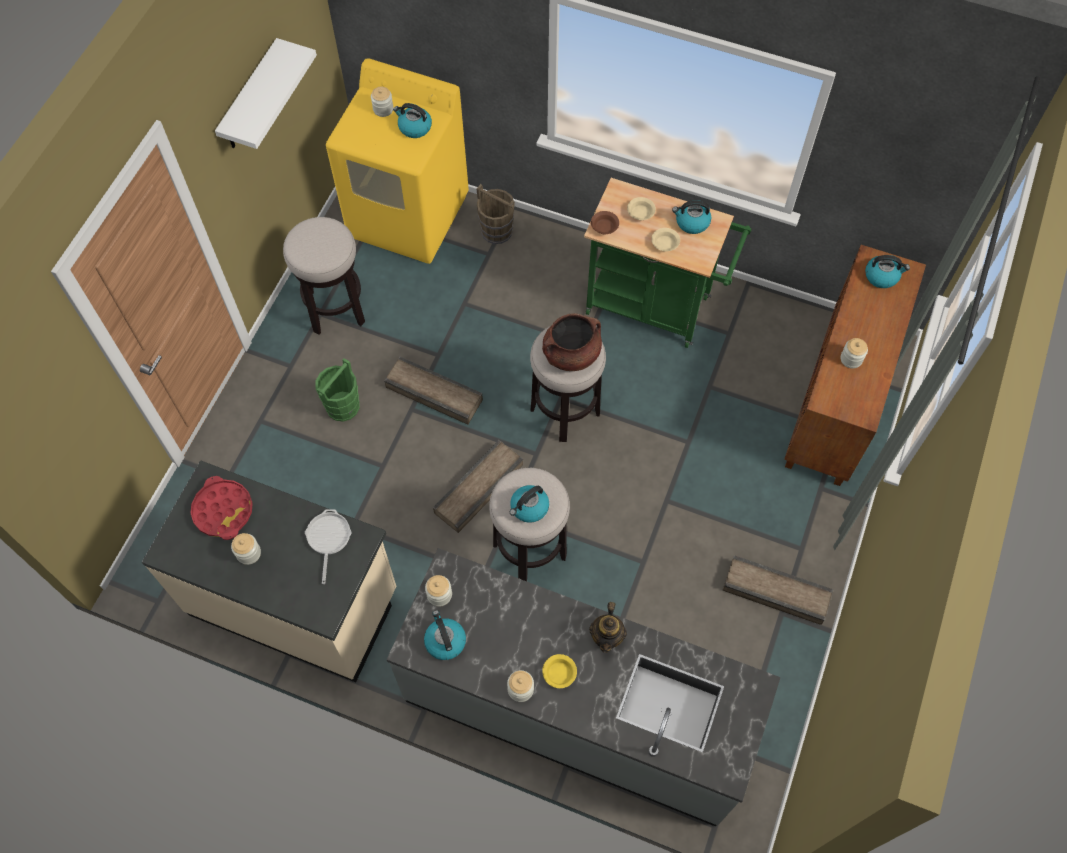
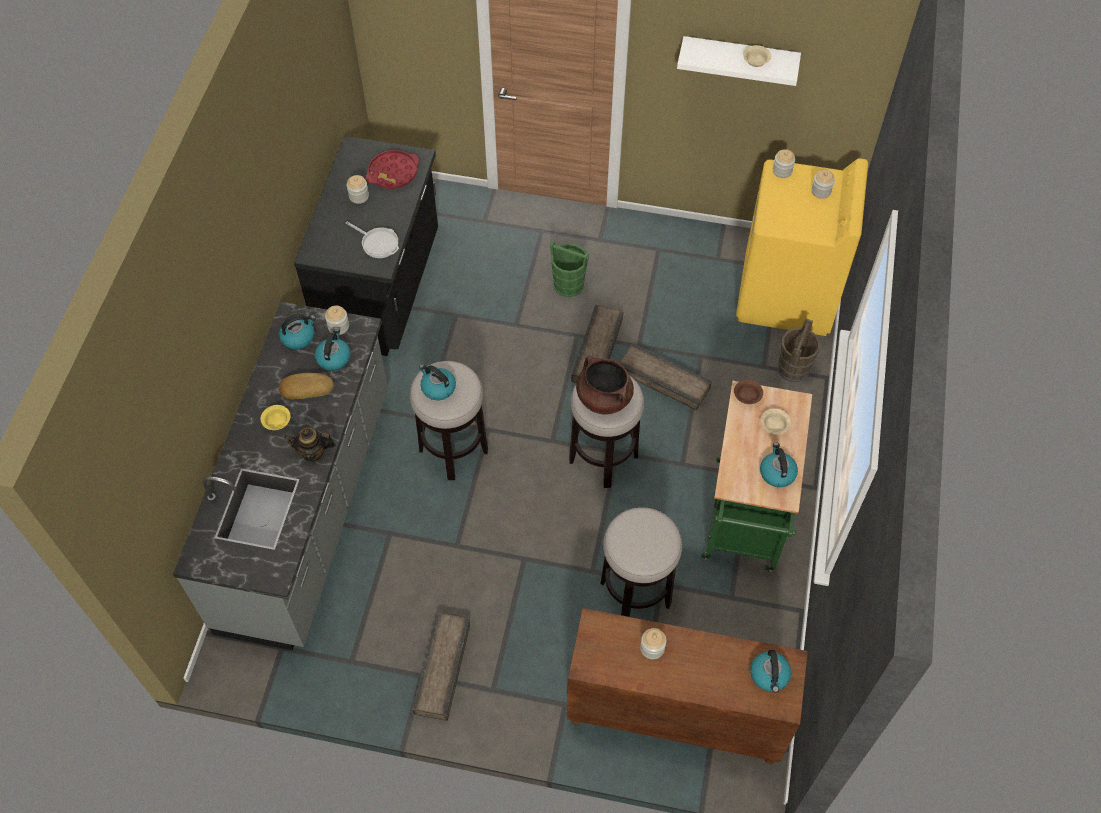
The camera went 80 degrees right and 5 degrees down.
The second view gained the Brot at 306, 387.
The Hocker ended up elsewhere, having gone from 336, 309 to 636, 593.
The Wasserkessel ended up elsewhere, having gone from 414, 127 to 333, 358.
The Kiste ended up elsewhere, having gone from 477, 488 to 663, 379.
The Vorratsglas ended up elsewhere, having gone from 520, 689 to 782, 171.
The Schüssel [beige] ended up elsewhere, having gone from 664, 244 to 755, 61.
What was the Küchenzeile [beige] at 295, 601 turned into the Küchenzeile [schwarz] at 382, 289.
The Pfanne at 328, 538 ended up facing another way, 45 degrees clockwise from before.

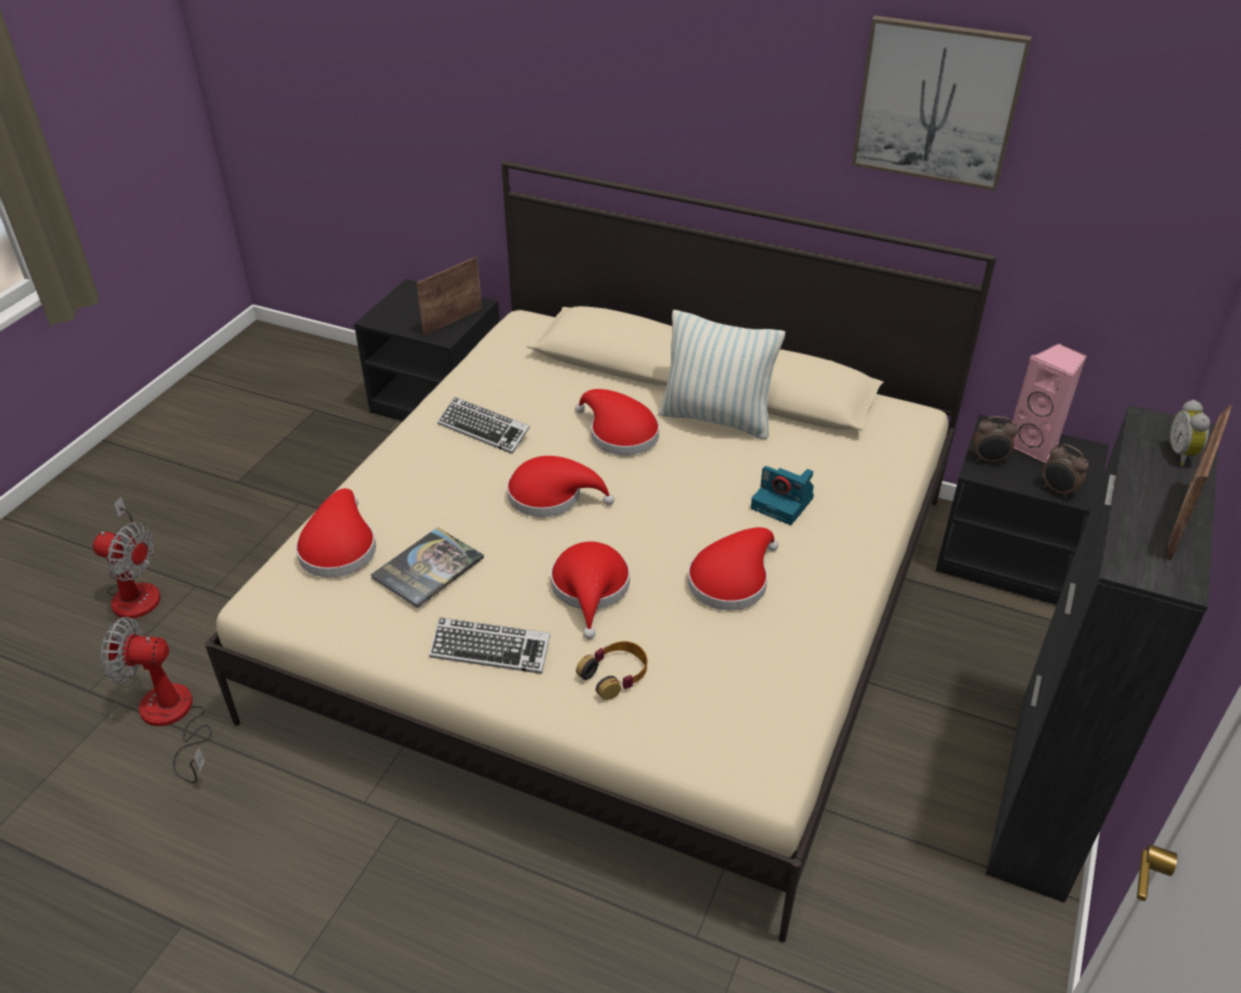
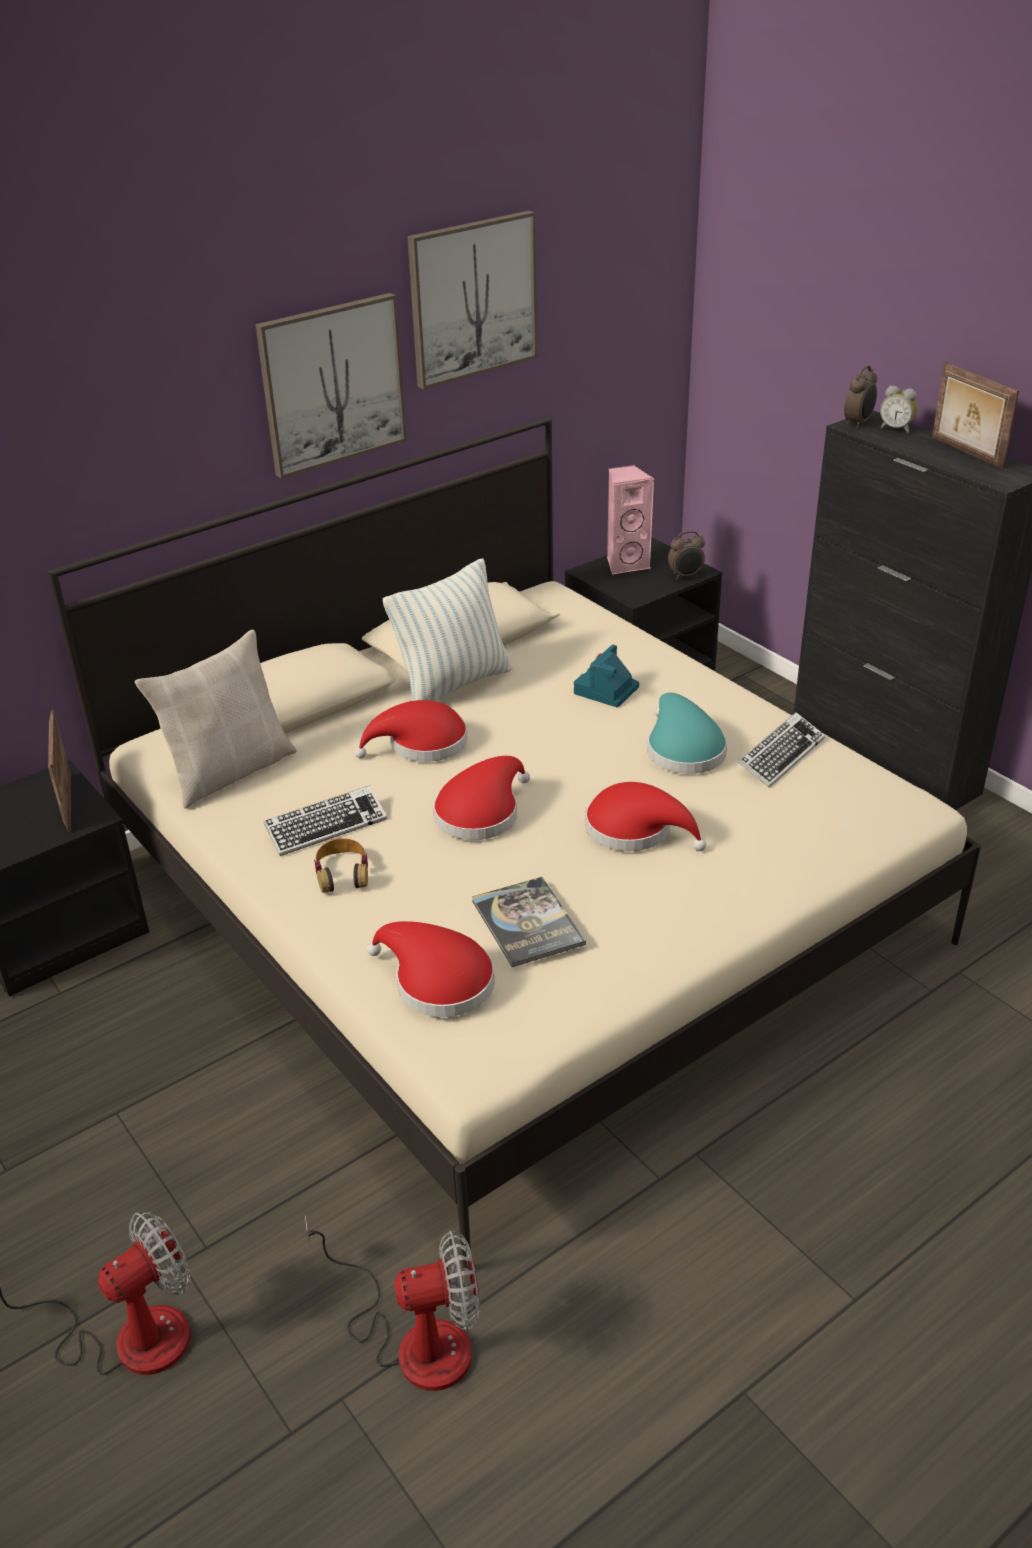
The camera went 60 degrees left and 5 degrees down.
The second view gained the Kissen [beige] at 229, 771.
The second view gained the Bild at 332, 384.
The Tastatur ended up elsewhere, having gone from 490, 650 to 780, 755.
The Kopfhörer ended up elsewhere, having gone from 615, 674 to 342, 873.
The Wecker ended up elsewhere, having gone from 989, 460 to 858, 423.
What was the Hut [rot] at 731, 580 turned into the Hut [türkis] at 682, 749.
The Ventilator at 172, 719 ended up facing another way, 135 degrees counterclockwise from before.
The Kamera at 783, 503 ended up facing another way, 150 degrees clockwise from before.

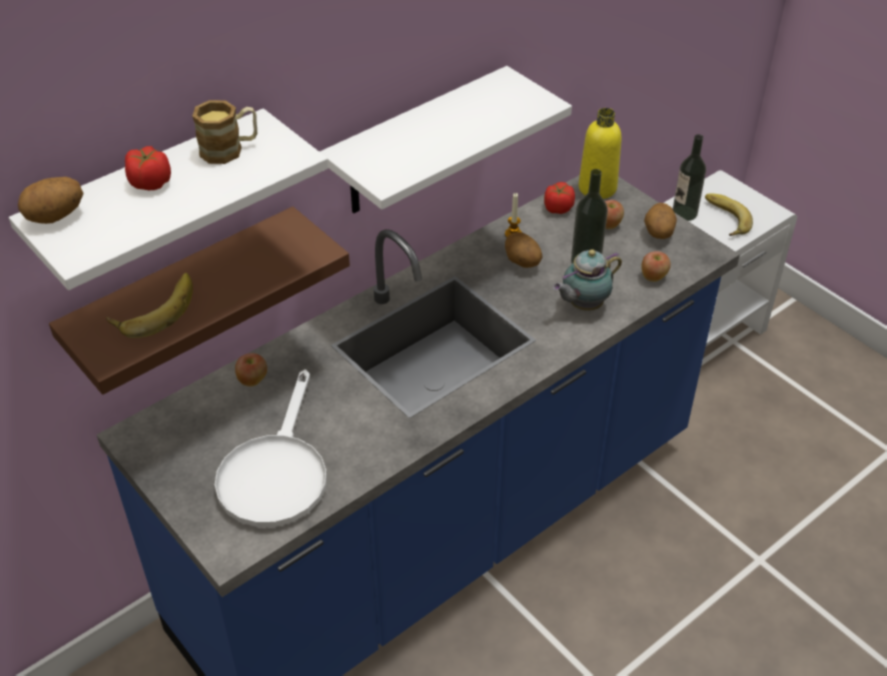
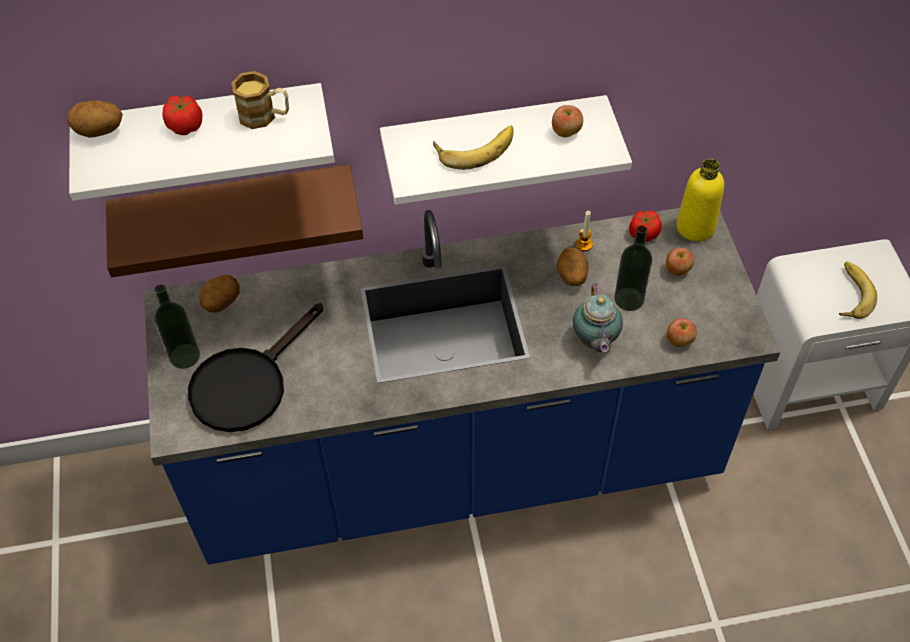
The camera went 30 degrees right and 10 degrees up.
The Banane ended up elsewhere, having gone from 154, 309 to 474, 147.
The Apfel ended up elsewhere, having gone from 253, 381 to 566, 132.
The Kartoffel ended up elsewhere, having gone from 658, 233 to 222, 302.
The Flasche ended up elsewhere, having gone from 684, 213 to 184, 356.
What was the Pfanne [weiß] at 275, 472 turned into the Pfanne [schwarz] at 247, 383.
The Teekanne at 583, 305 ended up facing another way, 90 degrees counterclockwise from before.

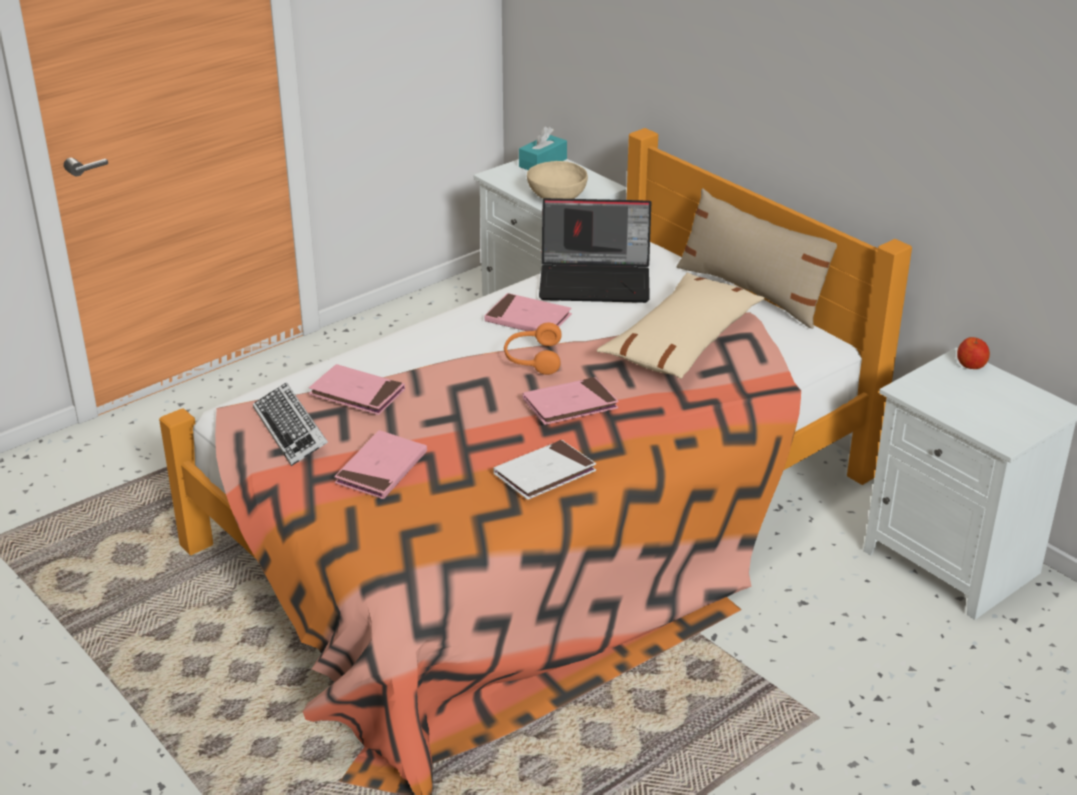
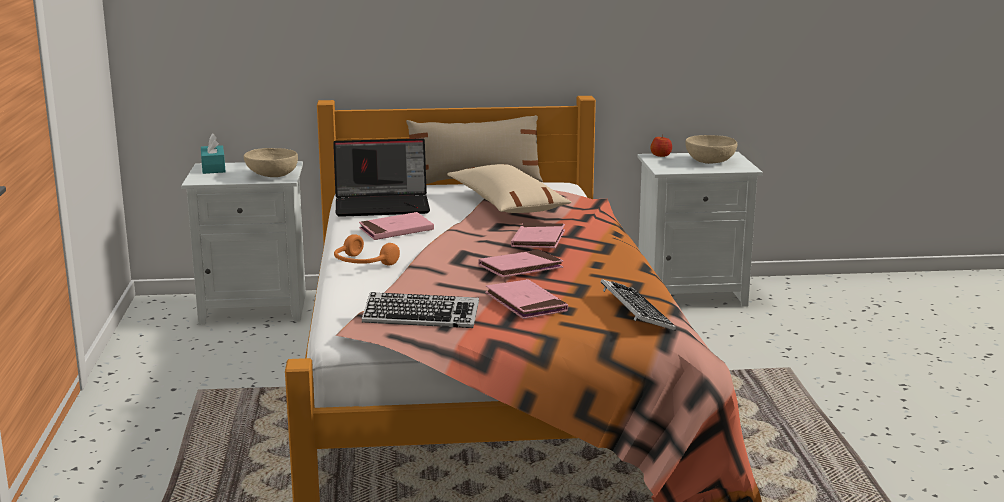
The camera went 55 degrees left and 15 degrees down.
The second view lost the Buch [weiß] at 545, 474.
The second view gained the Tastatur at 635, 312.
The second view gained the Schüssel [beige] at 710, 161.
The Buch [rosa] ended up elsewhere, having gone from 357, 393 to 520, 268.
The Kopfhörer [orange] ended up elsewhere, having gone from 532, 358 to 362, 264.
The Laptop at 596, 280 ended up facing another way, 45 degrees clockwise from before.

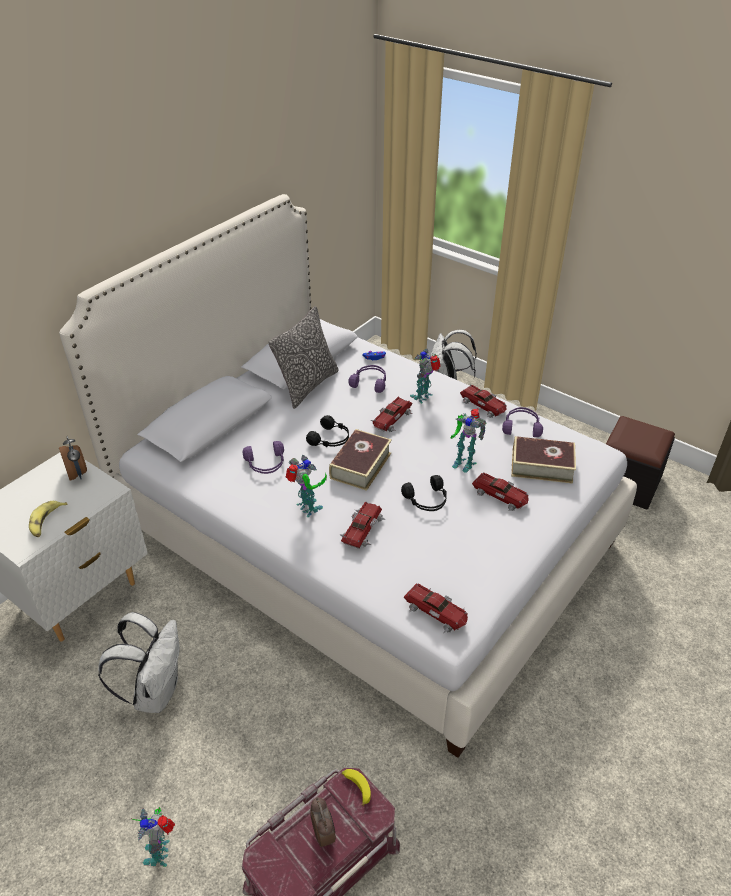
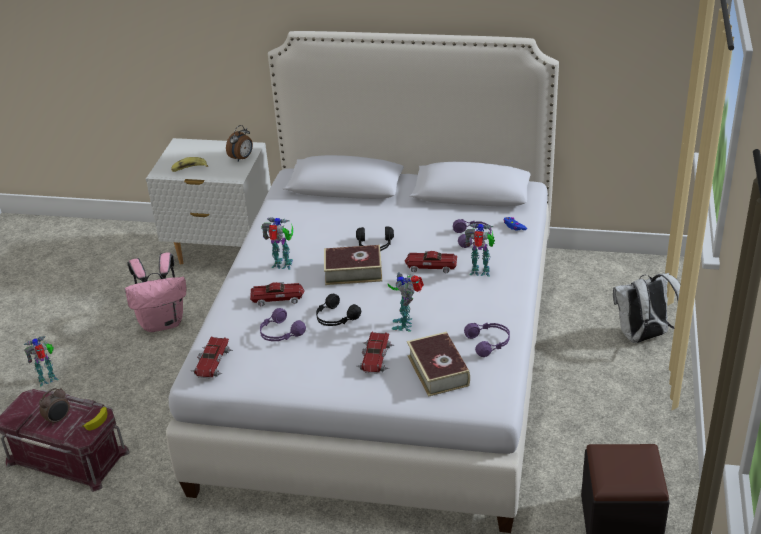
The camera went 65 degrees right and 5 degrees down.
The second view lost the Kissen at 307, 386.
The second view lost the Spielzeugauto at 483, 405.
The Kopfhörer [lila] ended up elsewhere, having gone from 266, 464 to 280, 333.
What was the Rucksack [weiß] at 155, 691 turned into the Rucksack [rosa] at 163, 322.
The Spielzeugroboter at 307, 509 ended up facing another way, 105 degrees counterclockwise from before.

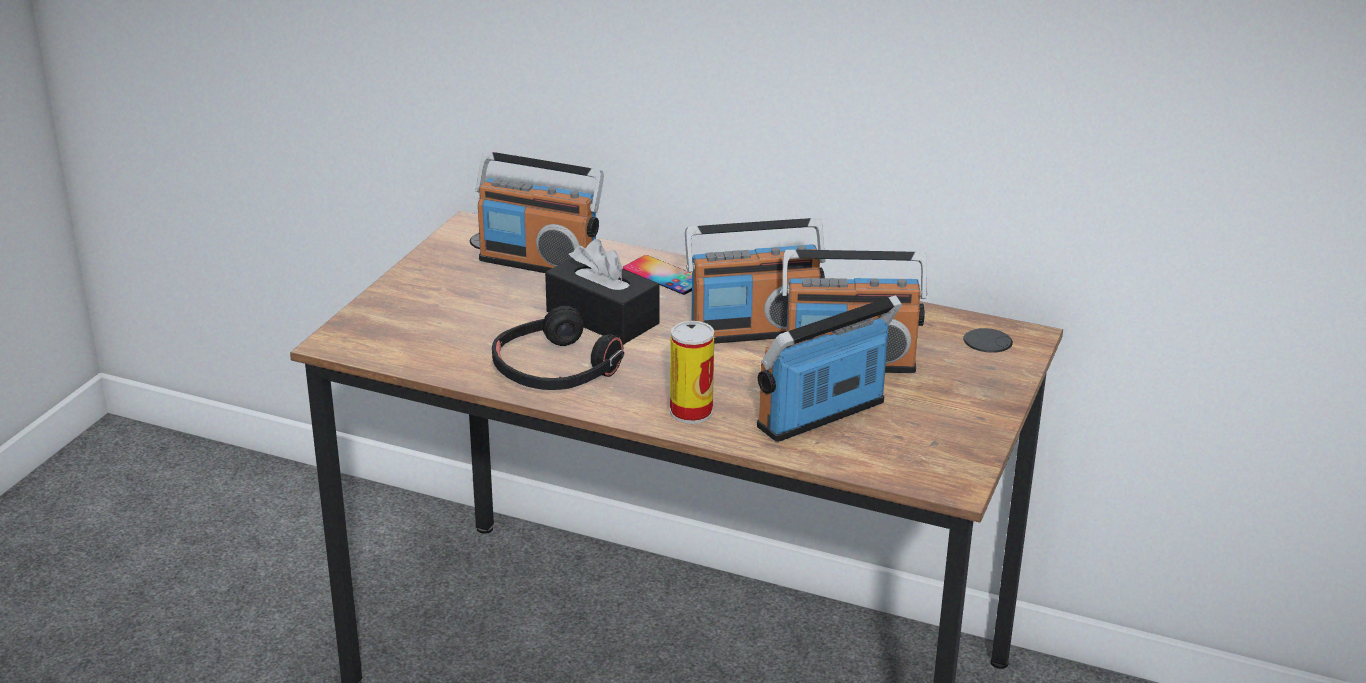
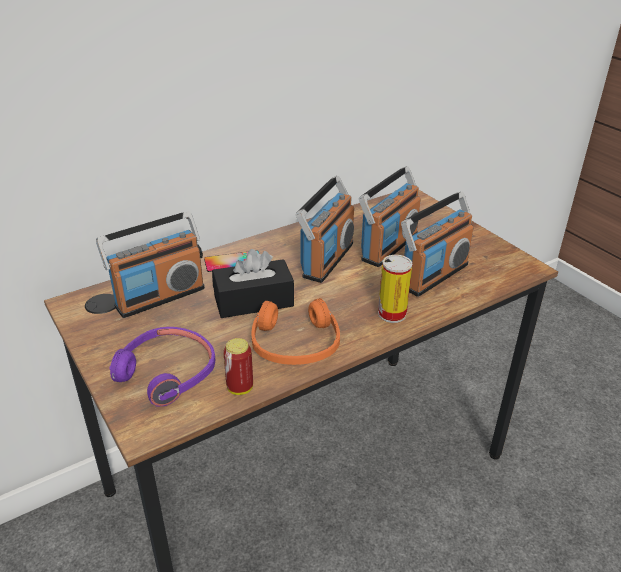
The camera went 55 degrees left and 5 degrees up.
The second view gained the Kopfhörer [lila] at 167, 372.
The second view gained the Dose at 240, 388.
What was the Kopfhörer [schwarz] at 555, 370 turned into the Kopfhörer [orange] at 295, 343.
The Radio at 822, 416 ended up facing another way, 135 degrees counterclockwise from before.

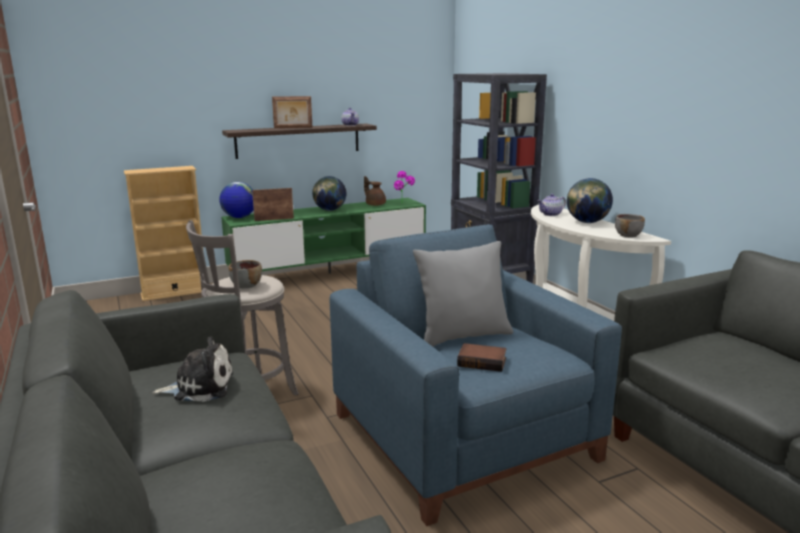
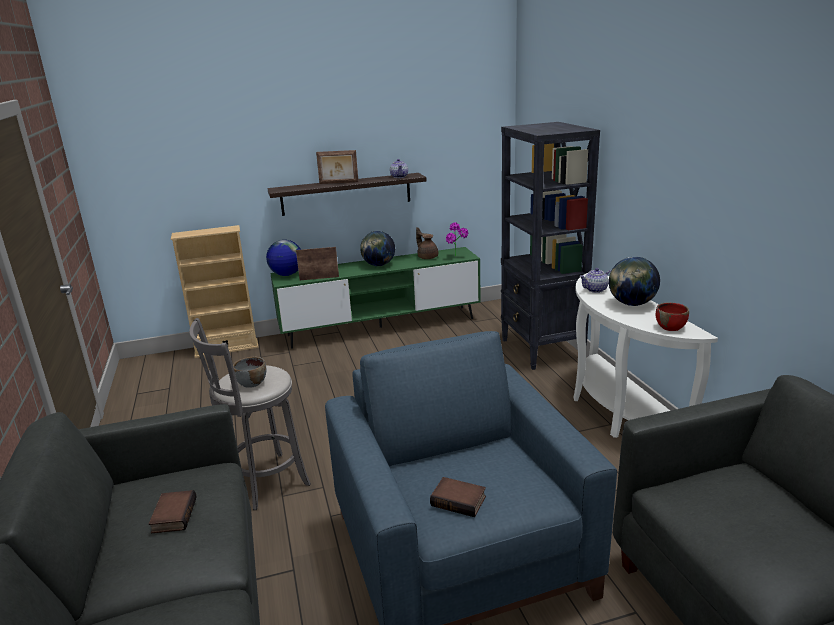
The camera went 10 degrees right and 5 degrees up.
The second view lost the Kissen [grau] at 462, 336.
Where the Plüschtier stood at 200, 387, the Buch came to stand at 173, 515.
What was the Schüssel [grau] at 628, 235 turned into the Schüssel [rot] at 670, 327.

